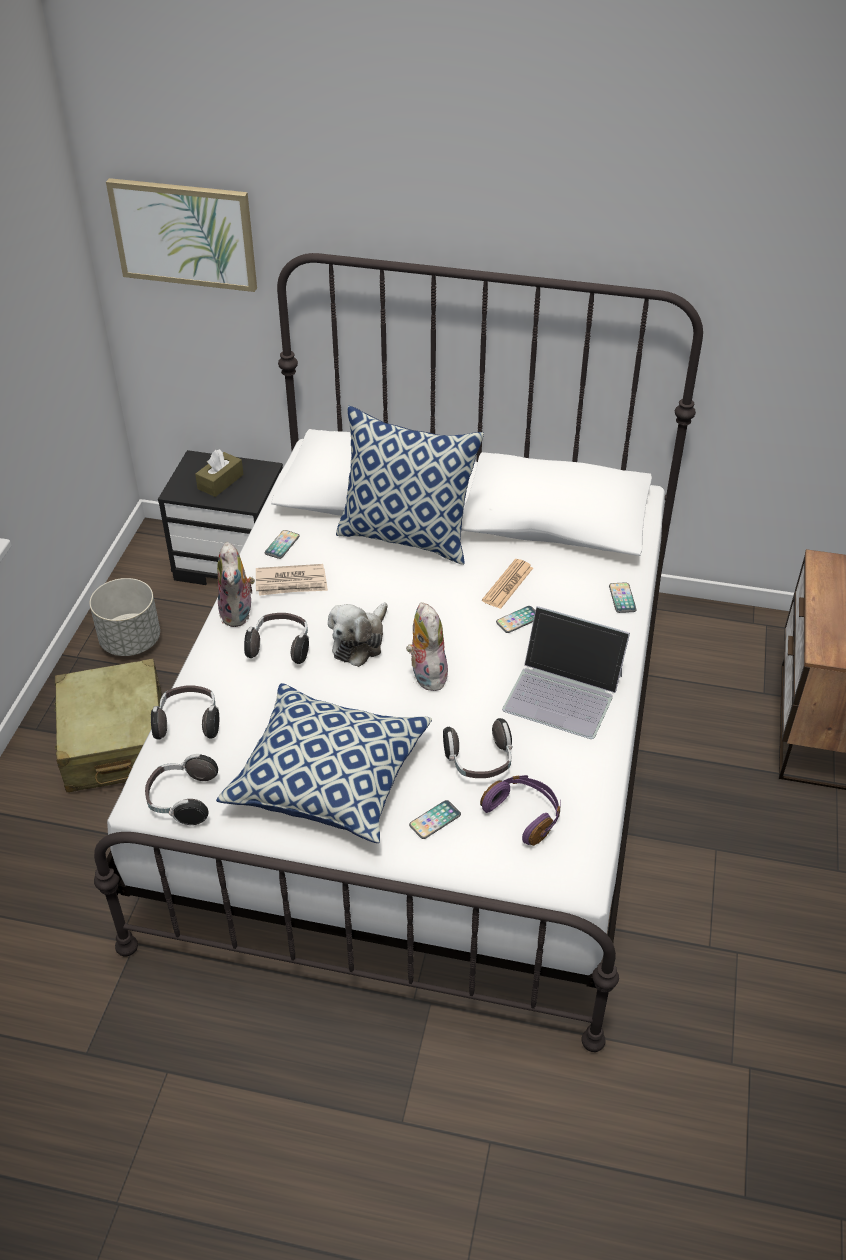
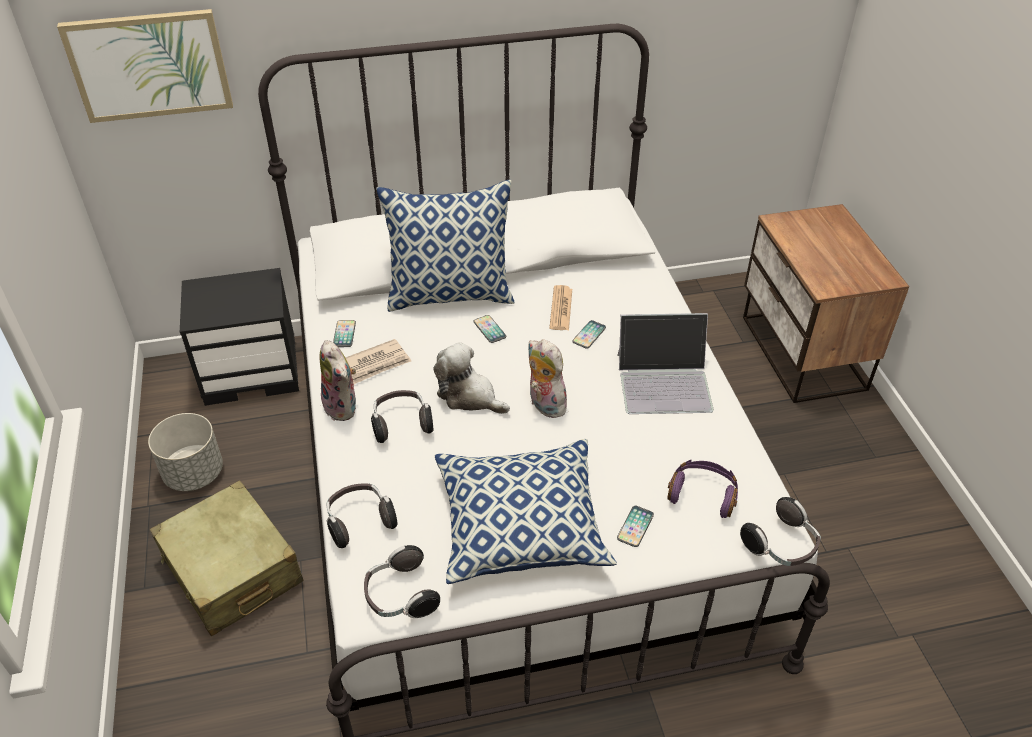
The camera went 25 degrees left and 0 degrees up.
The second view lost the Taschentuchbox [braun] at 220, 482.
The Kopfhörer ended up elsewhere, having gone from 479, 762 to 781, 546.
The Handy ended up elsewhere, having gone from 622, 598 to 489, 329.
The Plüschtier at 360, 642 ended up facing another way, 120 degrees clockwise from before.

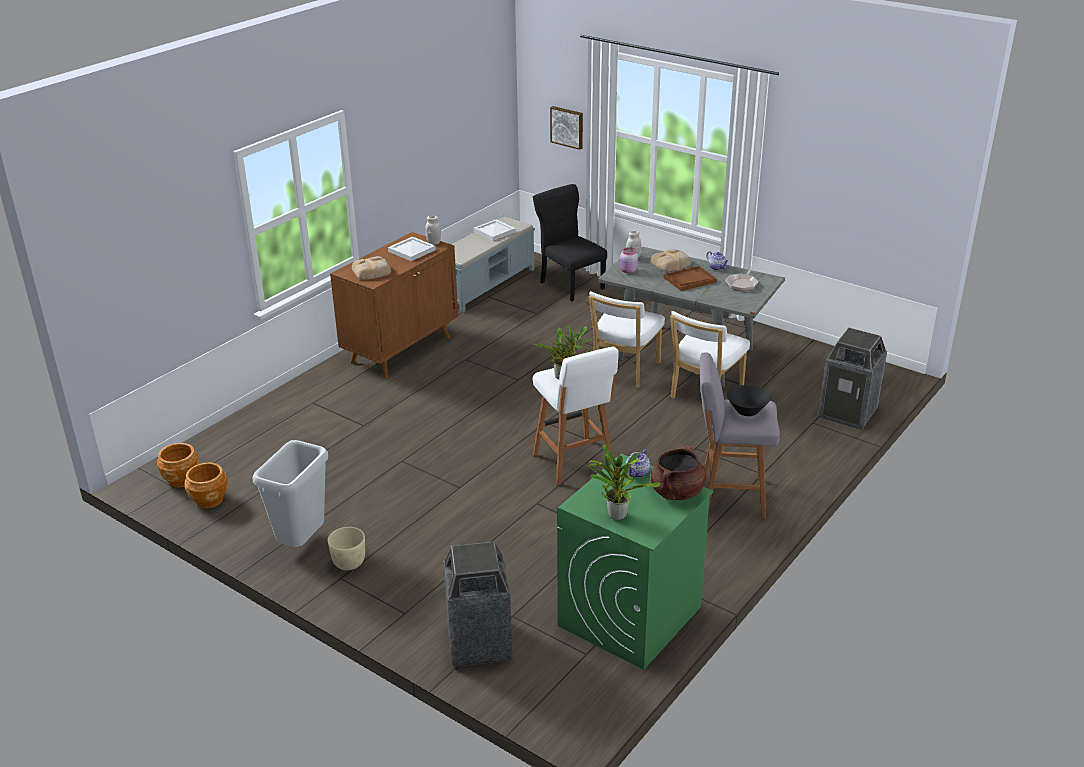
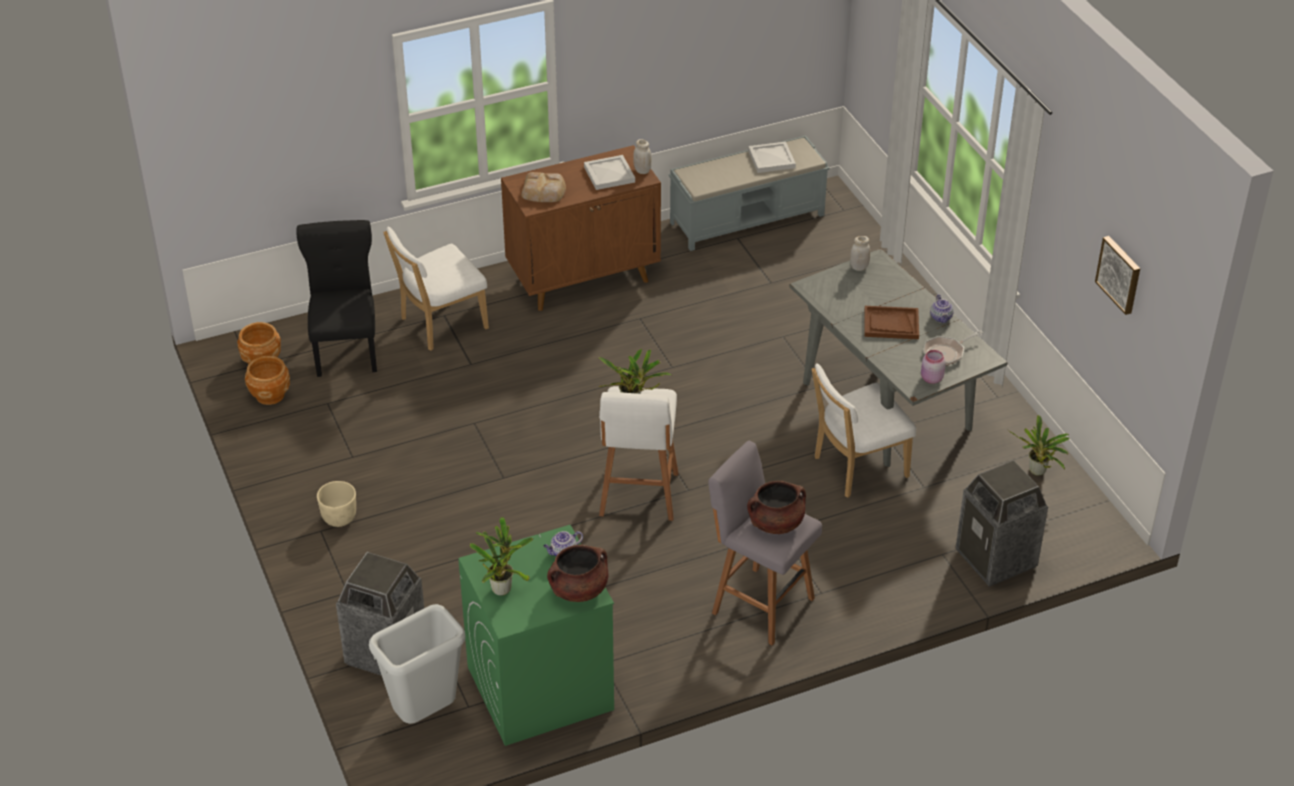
The camera went 30 degrees right and 10 degrees up.
The second view lost the Brot at 671, 263.
The second view gained the Topfpflanze at 1037, 473.
The Mülleimer [grau] ended up elsewhere, having gone from 302, 542 to 425, 713.
The Stuhl [schwarz] ended up elsewhere, having gone from 570, 285 to 347, 348.
The Bild ended up elsewhere, having gone from 567, 127 to 1120, 274.
The Stuhl [weiß] ended up elsewhere, having gone from 624, 371 to 440, 324.
The Vorratsglas [rosa] ended up elsewhere, having gone from 628, 271 to 931, 378.
Where the Schüssel [schwarz] stood at 747, 411, the Kochtopf [braun] came to stand at 775, 523.

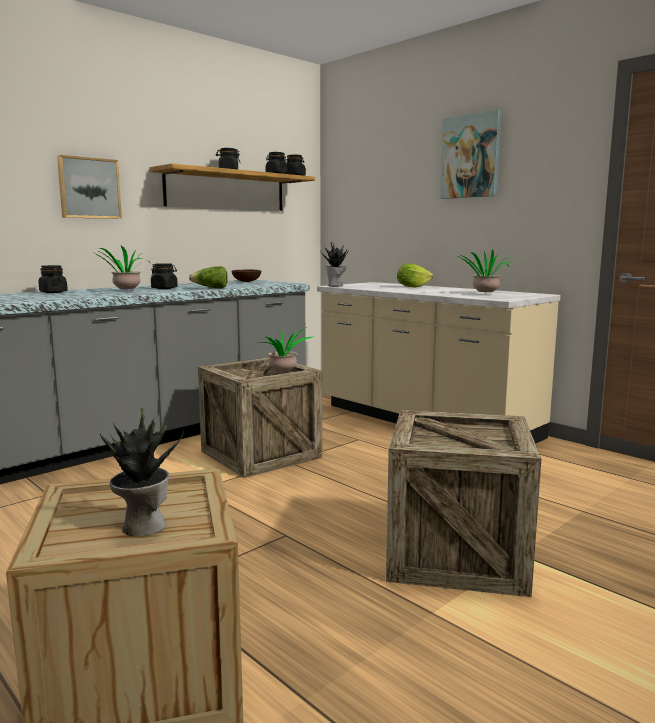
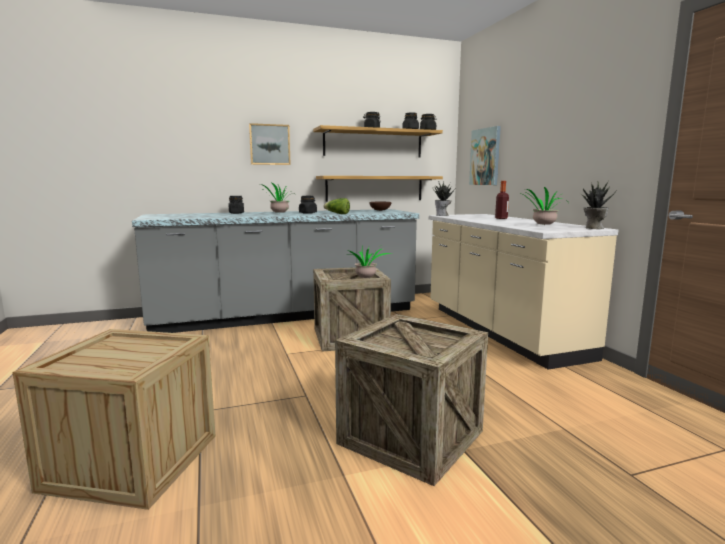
The camera went 25 degrees right and 0 degrees up.
The second view gained the Wandregal at 374, 188.
The Topfpflanze ended up elsewhere, having gone from 142, 526 to 593, 228.
The Bild ended up elsewhere, having gone from 471, 156 to 485, 157.
Where the Salatkopf stood at 412, 287, the Flasche came to stand at 501, 218.

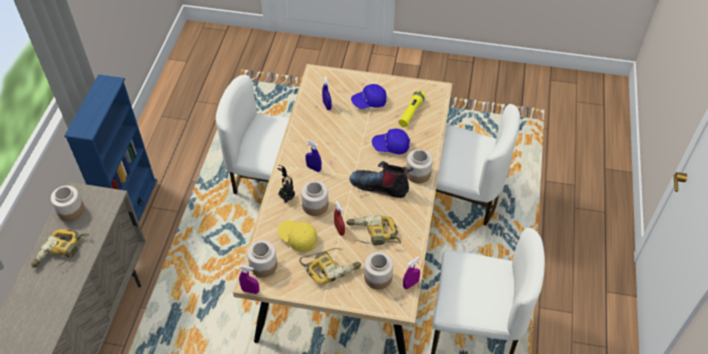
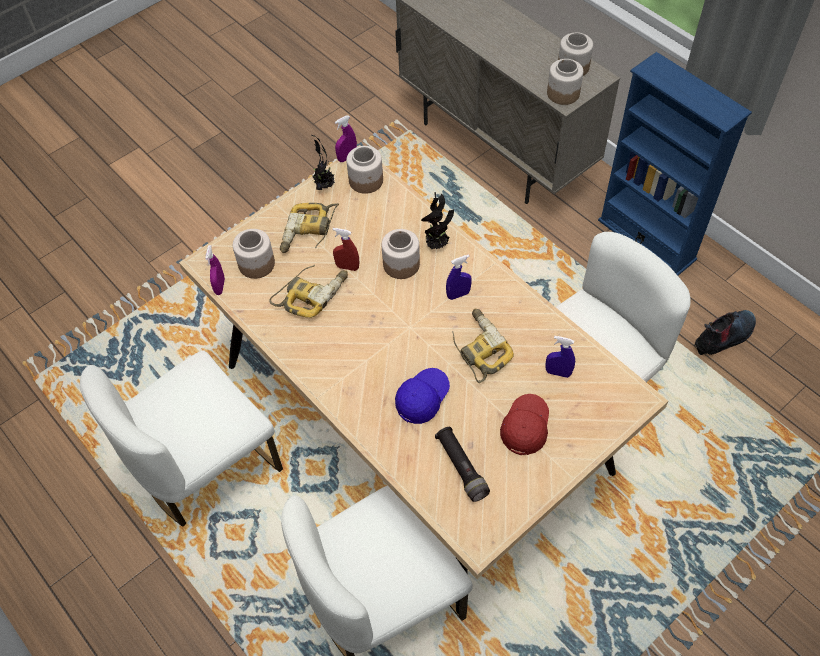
The camera went 130 degrees right and 5 degrees up.
The second view lost the Kappe [gelb] at 298, 238.
The second view gained the Topfpflanze at 324, 185.
The Bohrmaschine ended up elsewhere, having gone from 61, 253 to 478, 349.
The Stiefel ended up elsewhere, having gone from 380, 186 to 724, 337.
The Vorratsglas ended up elsewhere, having gone from 418, 174 to 563, 93.
What was the Kappe [blau] at 369, 102 turned into the Kappe [rot] at 525, 428.
What was the Taschenlampe [gelb] at 411, 112 turned into the Taschenlampe [schwarz] at 461, 468.

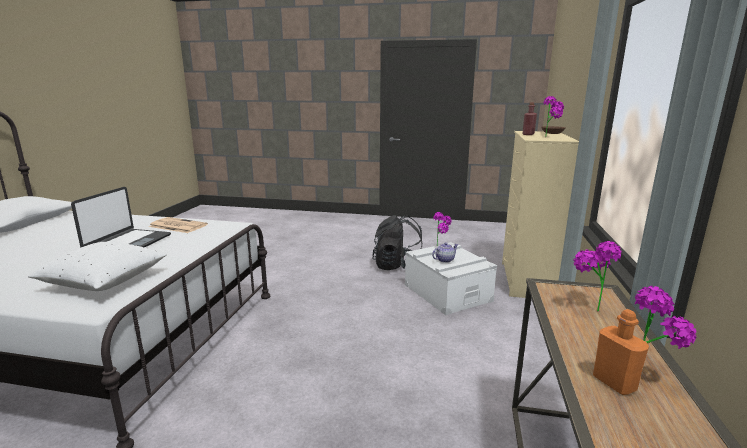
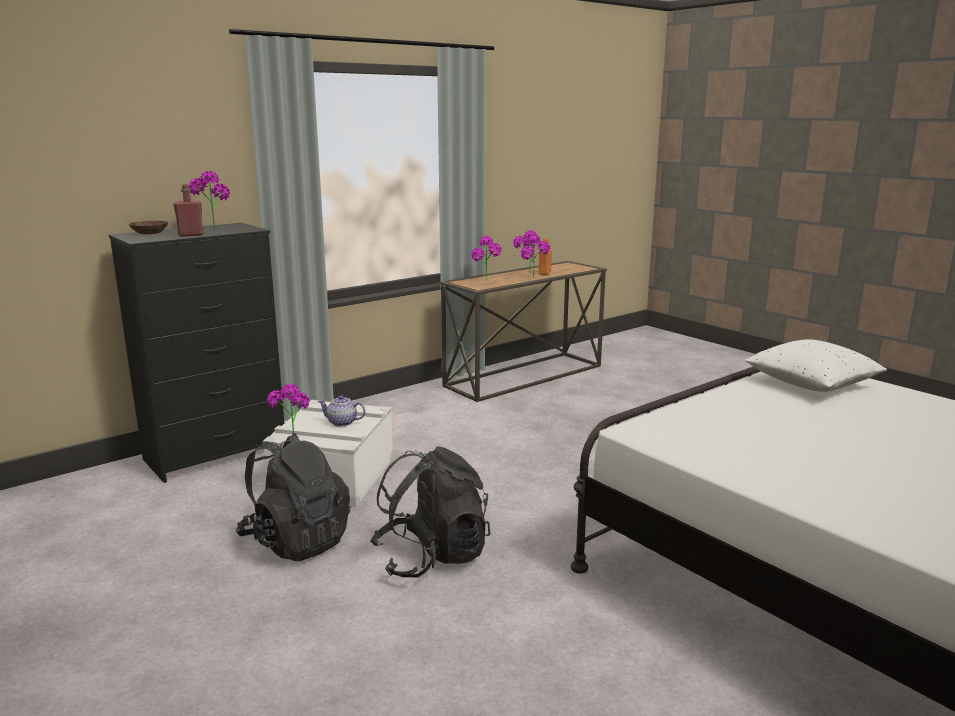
The camera went 140 degrees left and 0 degrees up.
The second view lost the Laptop at 128, 243.
The second view lost the Zeitung at 177, 226.
The second view gained the Rucksack [schwarz] at 432, 557.
The second view gained the Topfpflanze at 535, 279.
What was the Kommode [beige] at 525, 280 turned into the Kommode [schwarz] at 217, 454.

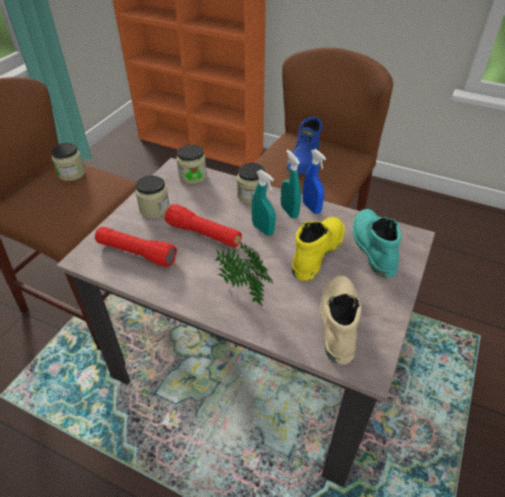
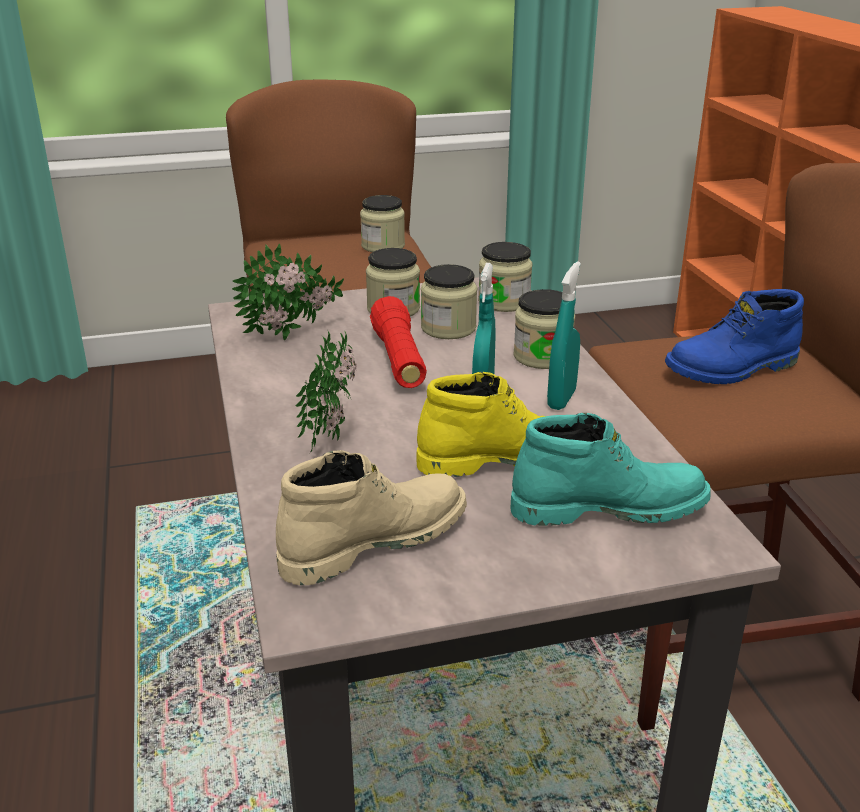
The camera went 50 degrees right and 15 degrees down.
The second view lost the Sprühflasche [blau] at 311, 207.
The second view gained the Vorratsglas at 448, 328.
Where the Taschenlampe [rot] stood at 136, 253, the Topfpflanze came to stand at 294, 335.
The Stiefel [türkis] at 372, 247 ended up facing another way, 45 degrees clockwise from before.

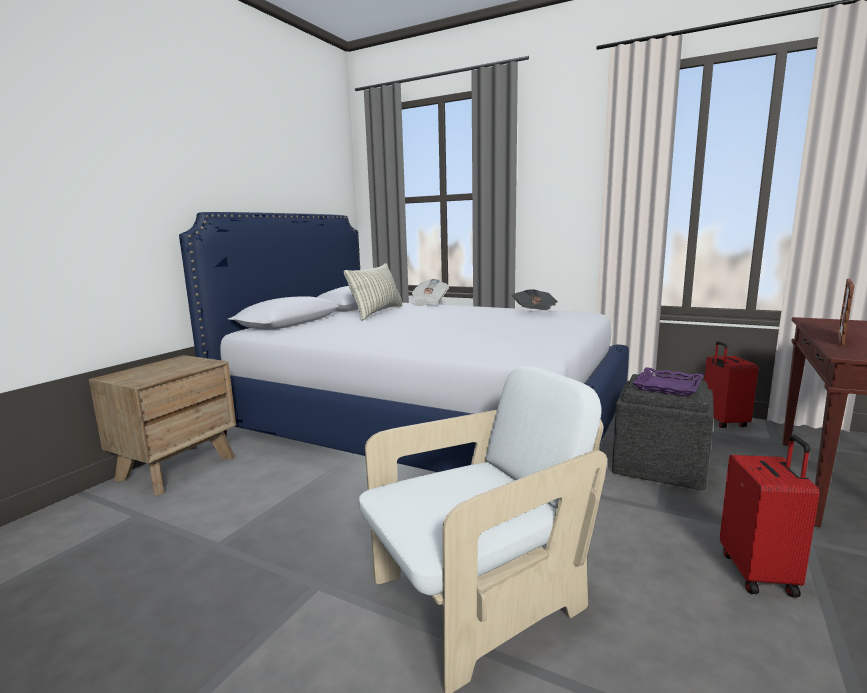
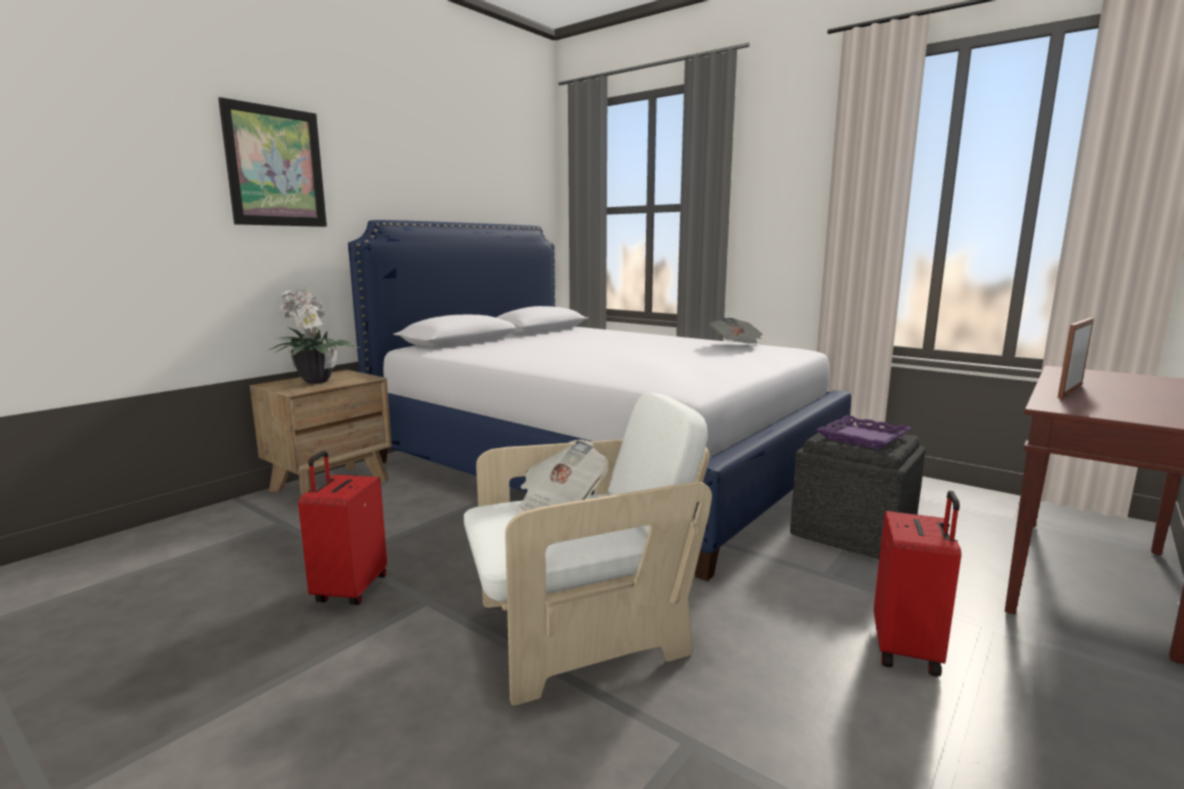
The camera went 10 degrees right and 0 degrees up.
The second view lost the Kissen at 377, 313.
The second view gained the Bild at 275, 167.
The second view gained the Topfpflanze at 316, 382.
The Zeitung ended up elsewhere, having gone from 428, 303 to 559, 502.
The Koffer [rot] ended up elsewhere, having gone from 722, 422 to 349, 590.

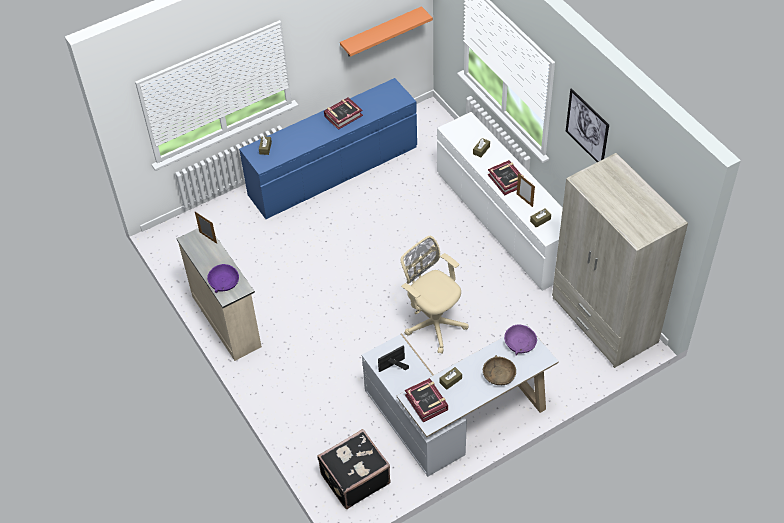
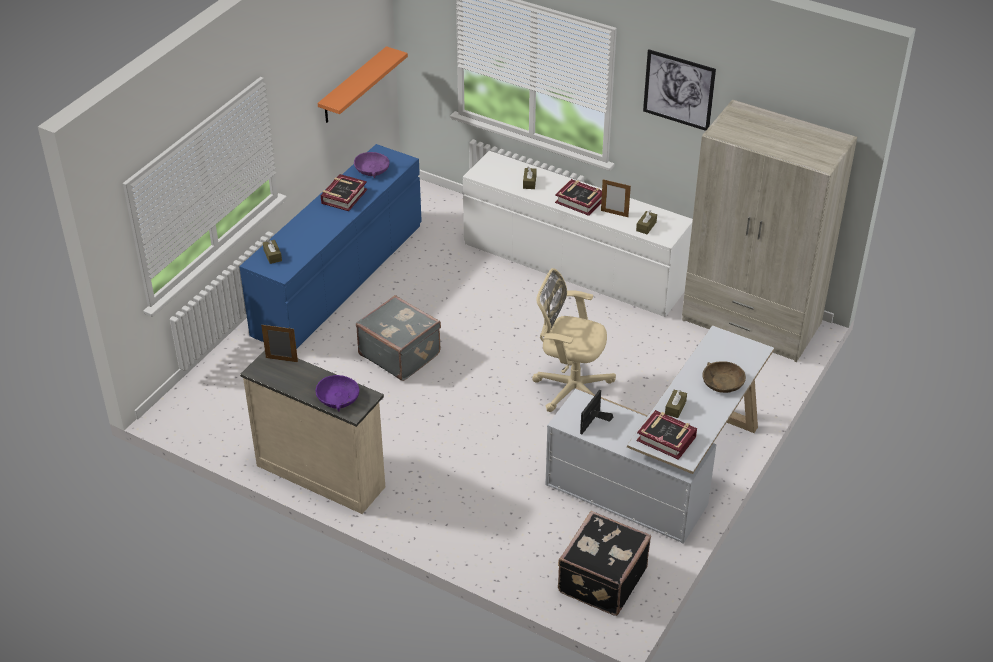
The camera went 30 degrees left and 10 degrees down.
The second view gained the Koffer [grau] at 400, 353.
The Schüssel [lila] ended up elsewhere, having gone from 520, 343 to 372, 169.

